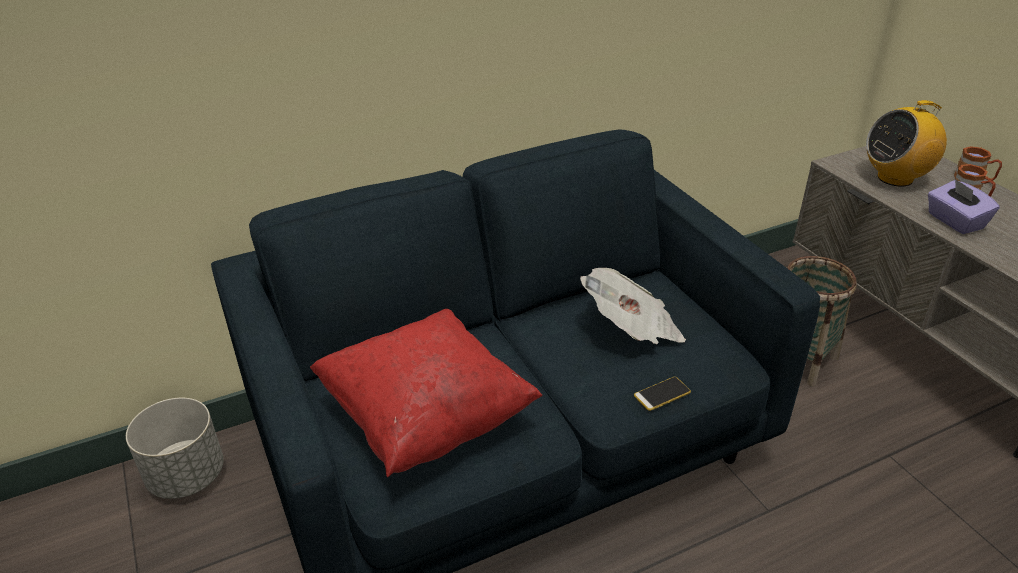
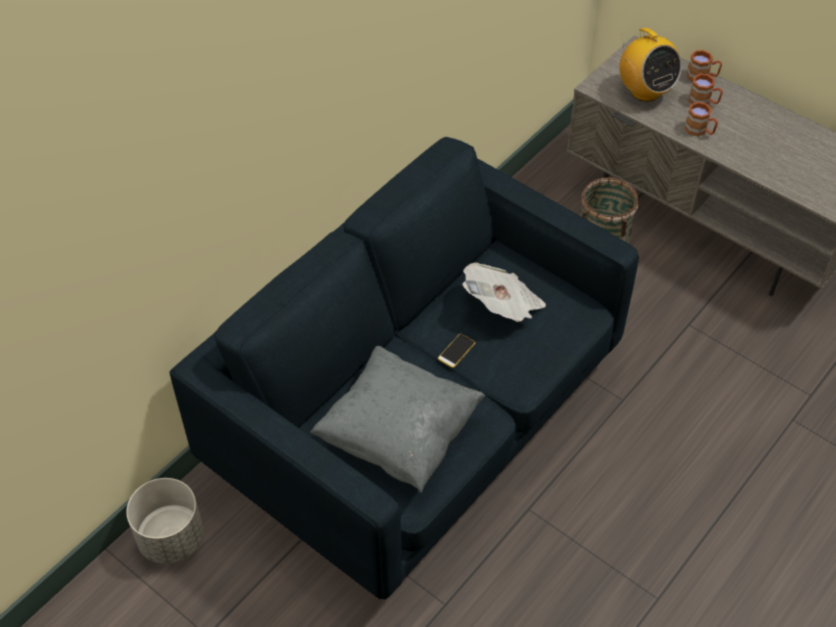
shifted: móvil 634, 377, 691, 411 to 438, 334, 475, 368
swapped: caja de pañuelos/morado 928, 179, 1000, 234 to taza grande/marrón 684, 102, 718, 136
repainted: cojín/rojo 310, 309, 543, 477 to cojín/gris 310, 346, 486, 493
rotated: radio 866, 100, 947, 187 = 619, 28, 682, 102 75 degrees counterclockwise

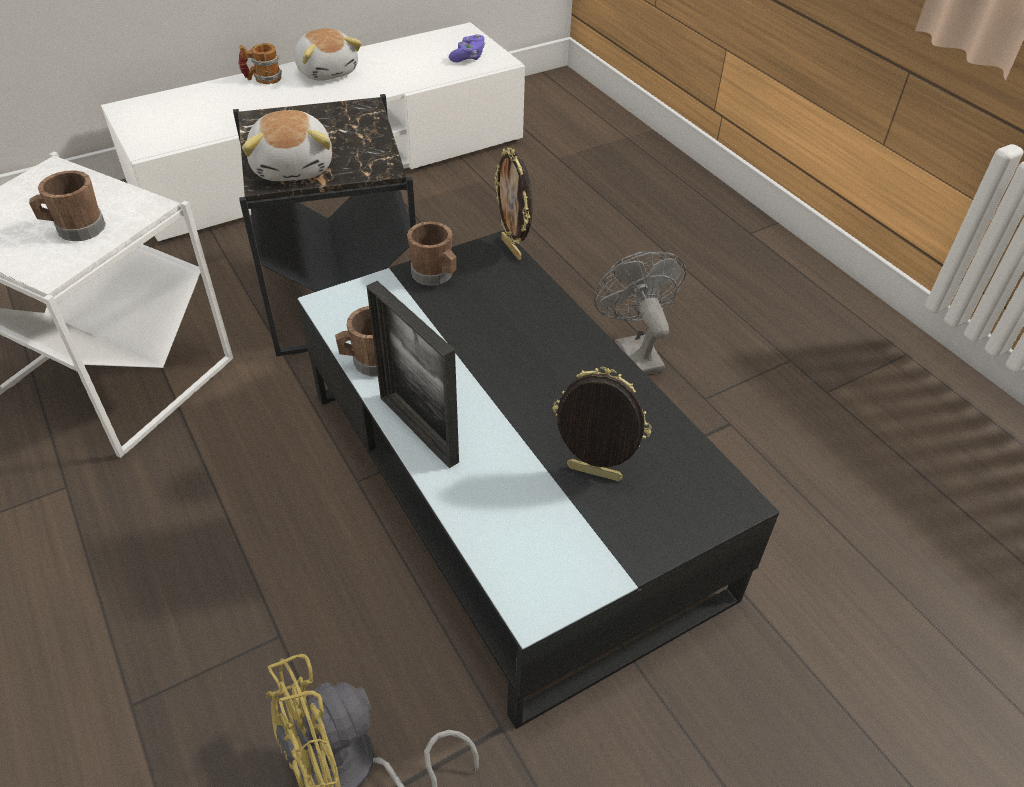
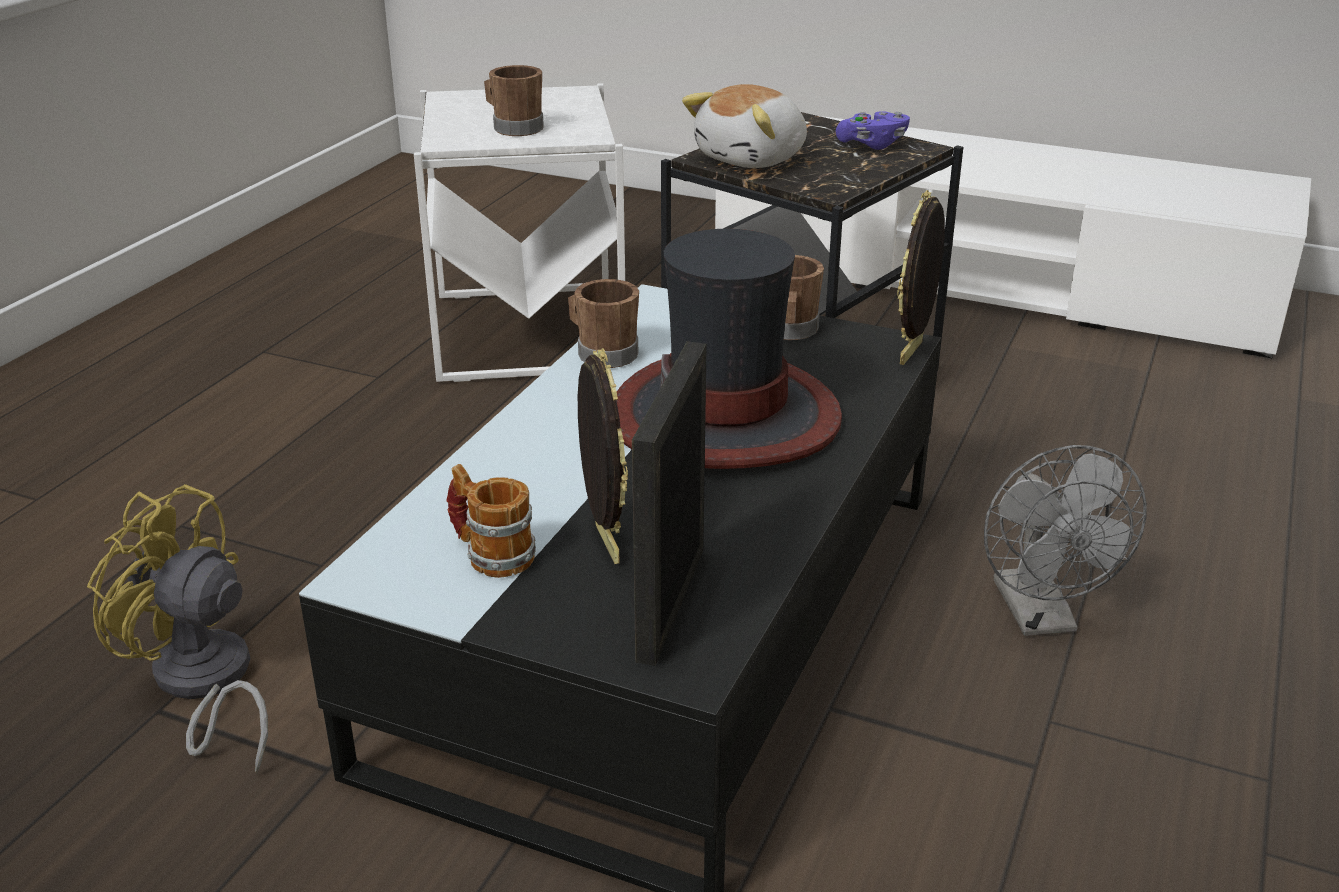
gone: peluche 295, 28, 362, 81
new: sombrero 616, 229, 842, 469
shifted: taza grande 239, 43, 282, 84 to 446, 464, 536, 578; portarretratos 367, 281, 459, 468 to 632, 341, 707, 666; mando de consola/morado 449, 34, 485, 62 to 836, 111, 910, 150
rotated: ventilador/gris 594, 252, 686, 375 = 984, 445, 1147, 636 135 degrees clockwise

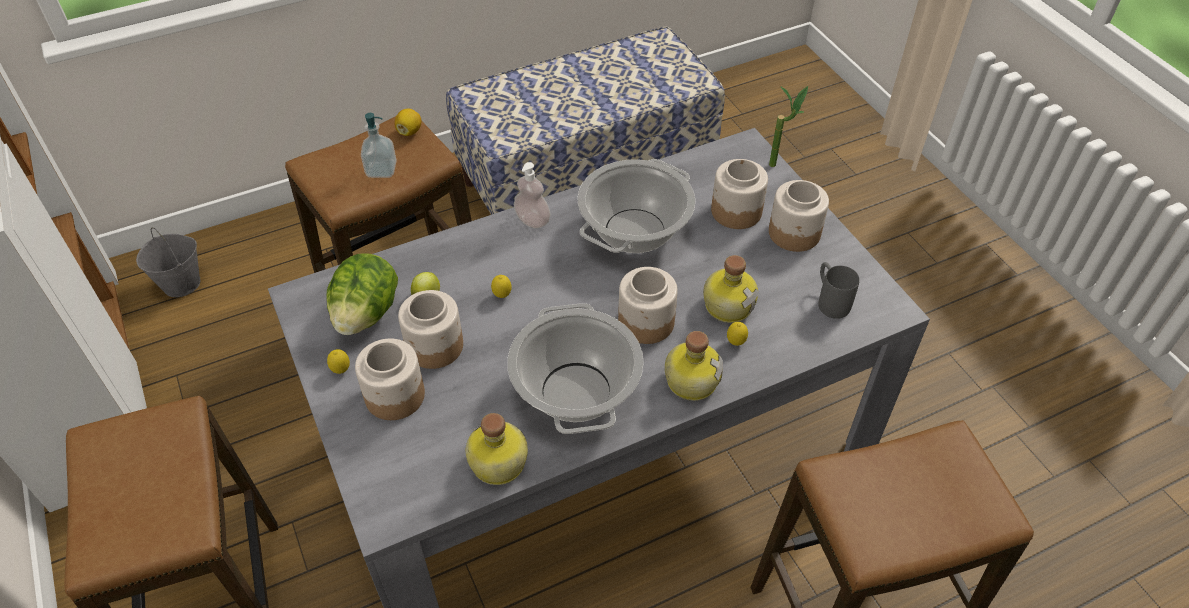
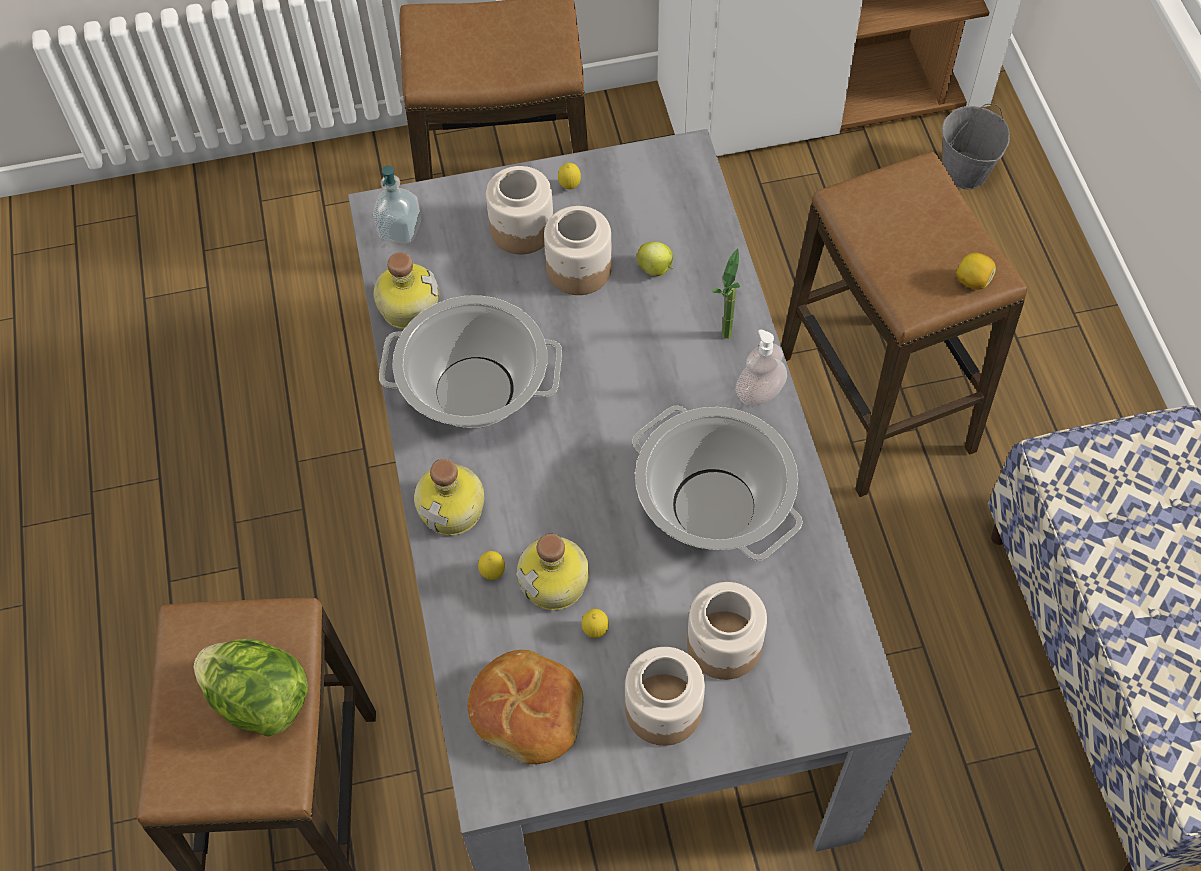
gone: tarro 618, 267, 678, 344
shifted: lechuga 326, 253, 398, 335 to 194, 639, 308, 737; dispensador de jabón 361, 113, 397, 178 to 373, 166, 421, 244; limón 491, 275, 512, 298 to 582, 609, 609, 638; planta en maceta 769, 86, 808, 167 to 712, 248, 740, 339
swapped: taza grande/gris 818, 262, 860, 319 to pan 468, 650, 584, 764

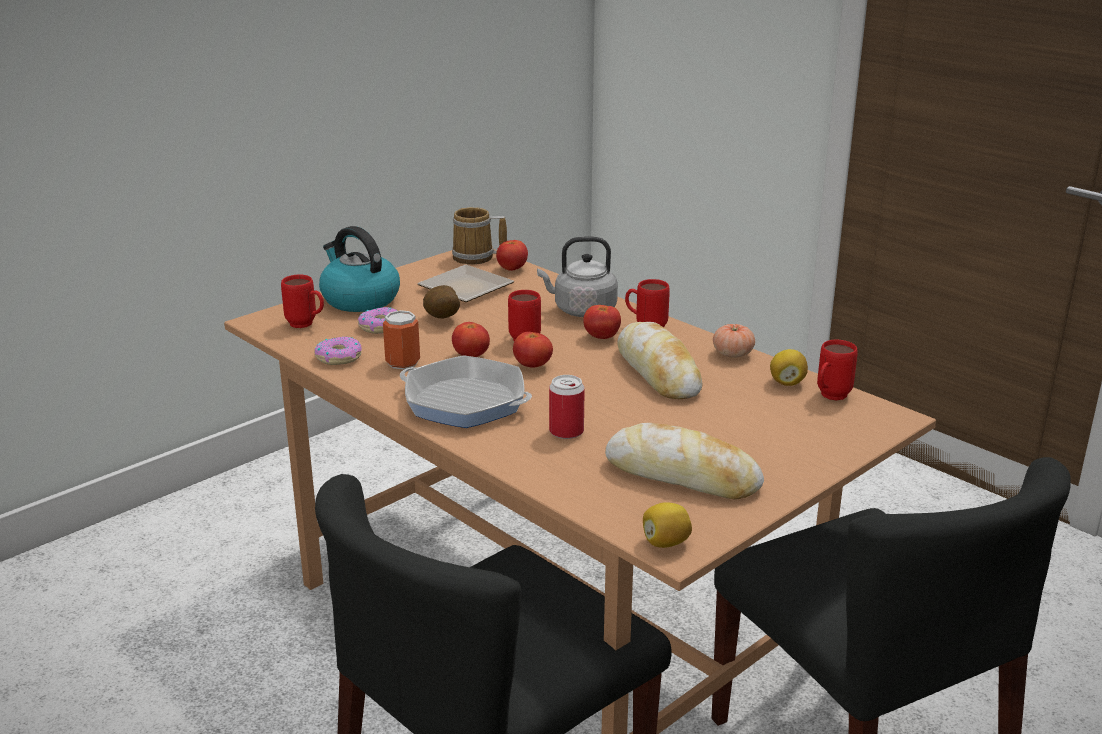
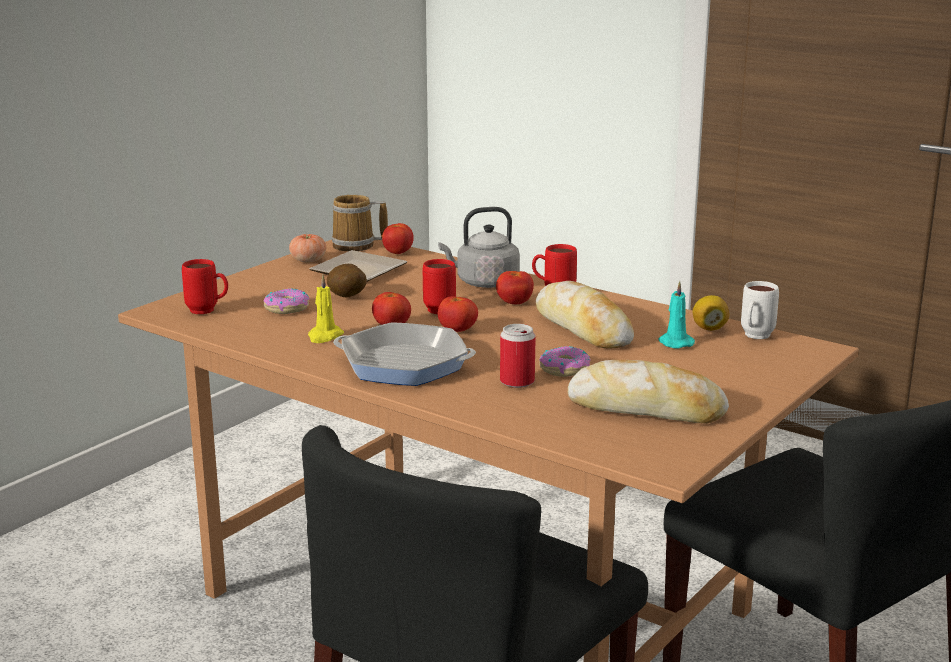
gone: hervidor 319, 226, 400, 312; limón 643, 502, 692, 548
new: vela/turquesa 658, 281, 695, 349
shifted: tomate 713, 324, 755, 358 to 289, 234, 326, 263; rosquilla 314, 337, 362, 365 to 539, 346, 591, 377
swapped: lata 383, 310, 420, 370 to vela/amarillo 308, 275, 344, 343
repainted: taza grande/rojo 817, 340, 858, 400 to taza grande/blanco 741, 281, 779, 339

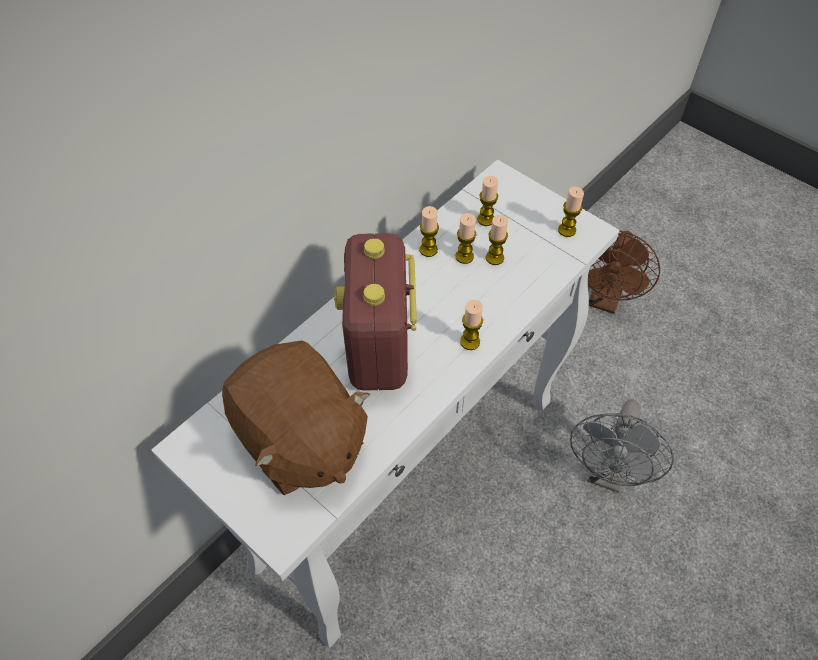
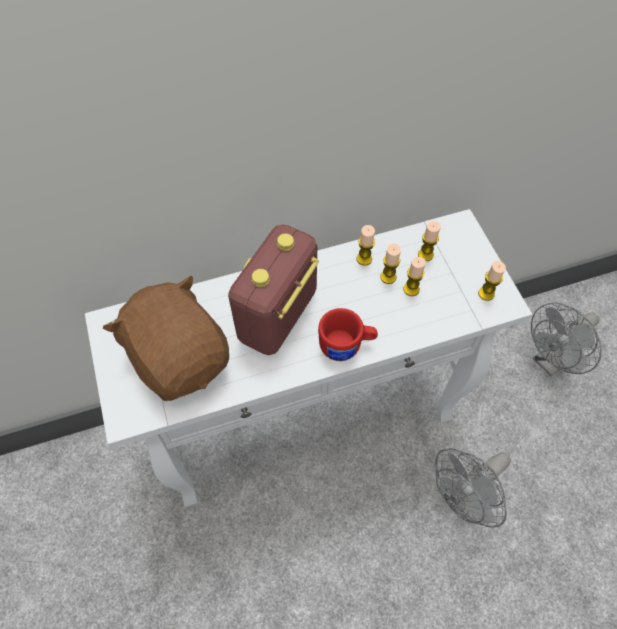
swapped: vela 460, 300, 483, 350 to taza grande/rojo 318, 308, 378, 361
repainted: ventilador/marrón 588, 230, 660, 314 to ventilador/gris 531, 302, 602, 376
rotated: peluche/marrón 222, 340, 370, 495 = 103, 276, 229, 401 150 degrees clockwise

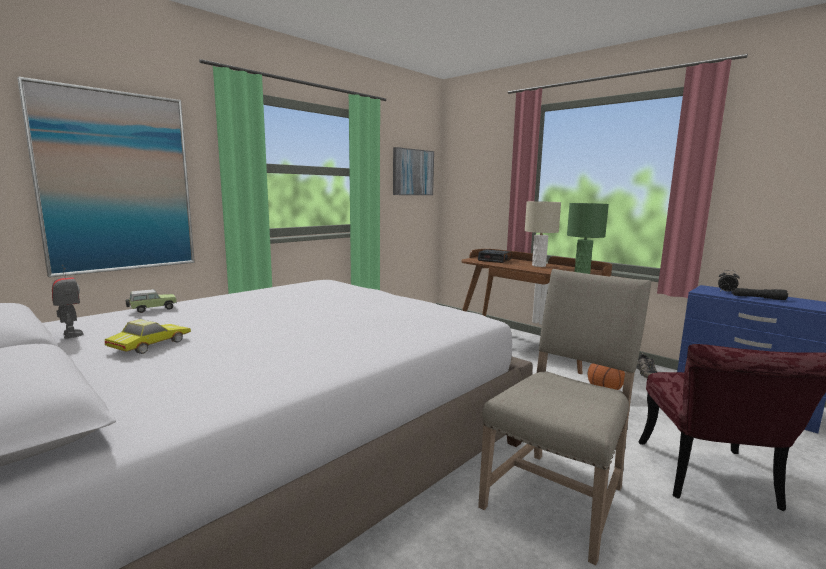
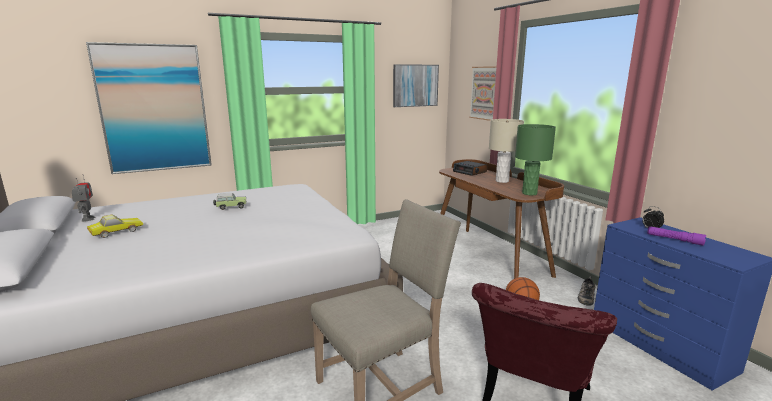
new: cuadro 469, 66, 497, 121
shifted: coche de juguete 126, 289, 177, 313 to 213, 193, 247, 210
repainted: linterna/negro 731, 288, 788, 300 to linterna/morado 647, 226, 706, 246

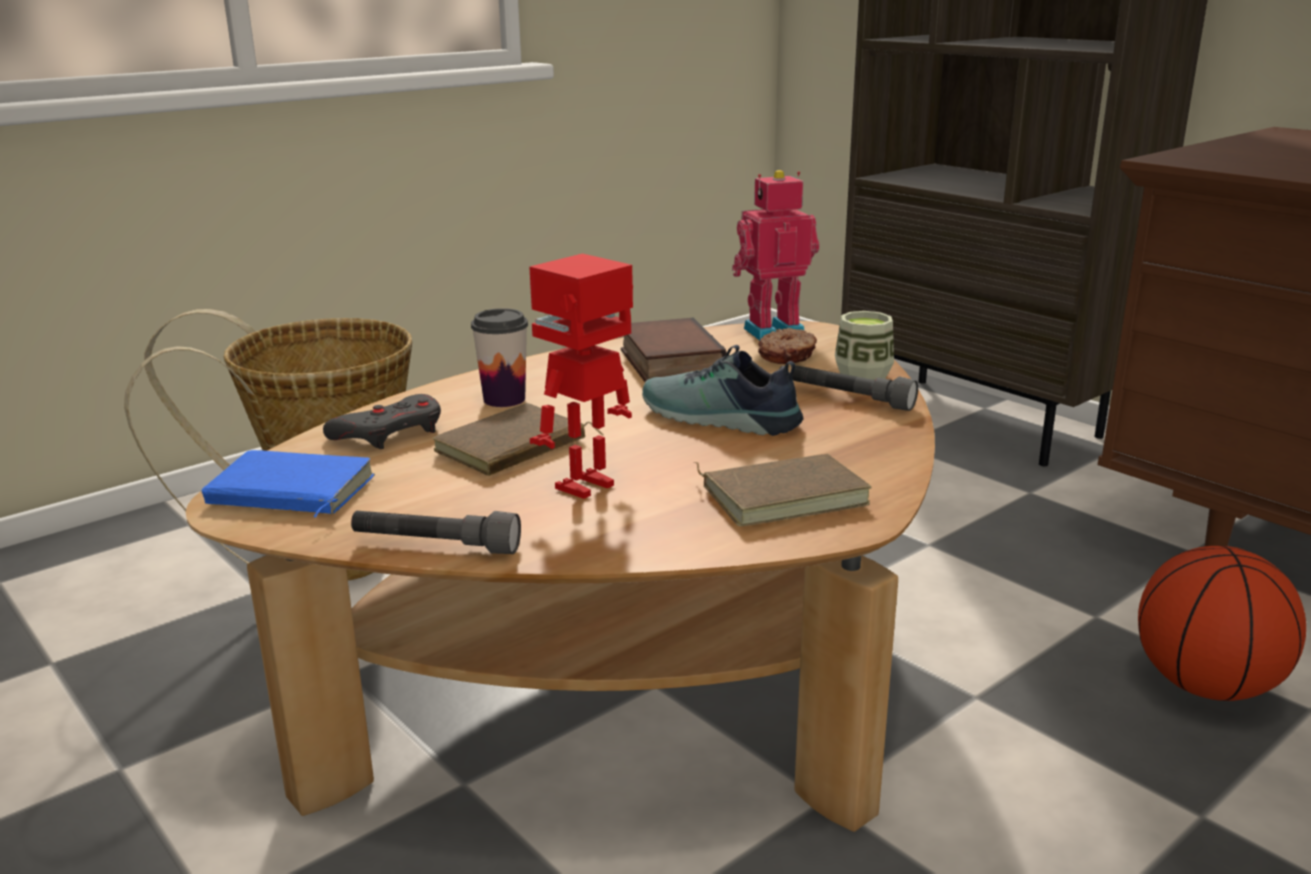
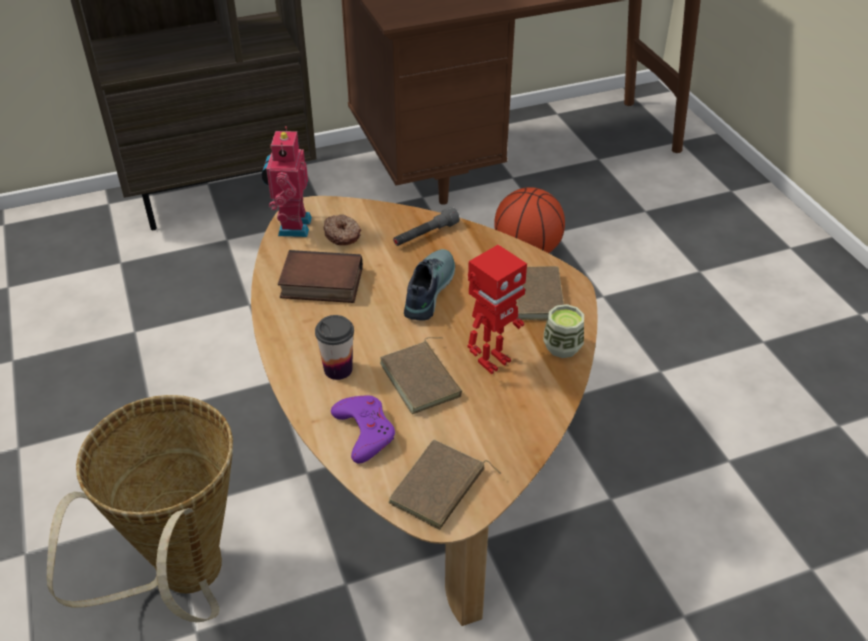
gone: linterna/gris 351, 511, 521, 554
shifted: taza 835, 311, 894, 380 to 543, 304, 584, 358
repainted: mando de consola/gris 323, 394, 441, 449 to mando de consola/morado 331, 396, 395, 463; libro/azul 202, 450, 375, 518 to libro/marrón 388, 440, 501, 530
rotated: zapato 642, 345, 803, 436 = 404, 249, 455, 320 150 degrees clockwise; robot de juguete 529, 254, 633, 499 = 468, 245, 527, 374 105 degrees counterclockwise

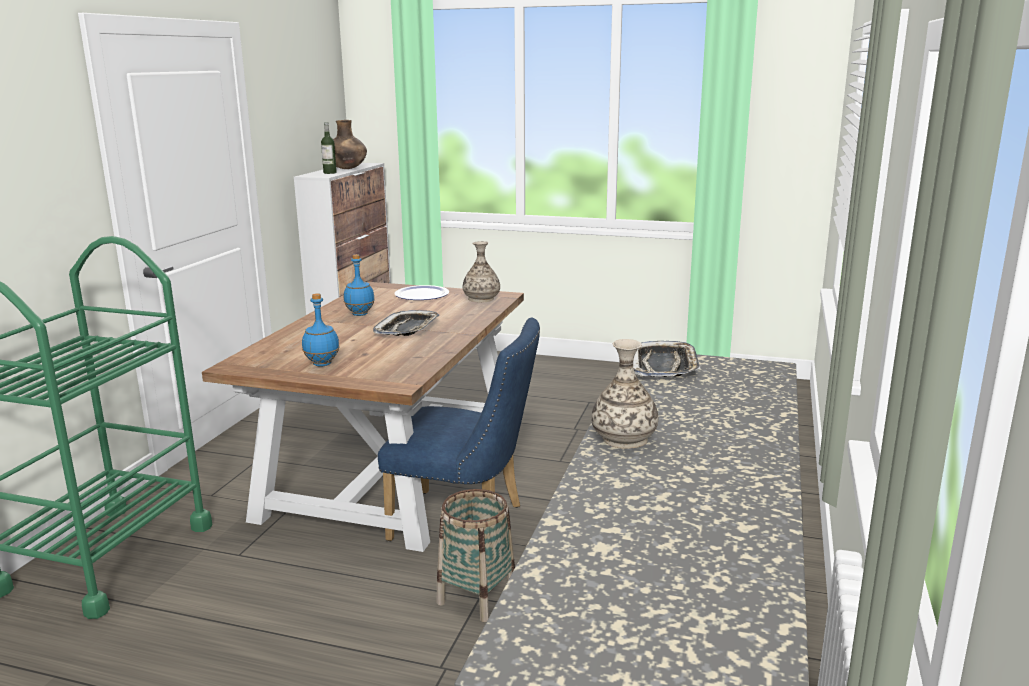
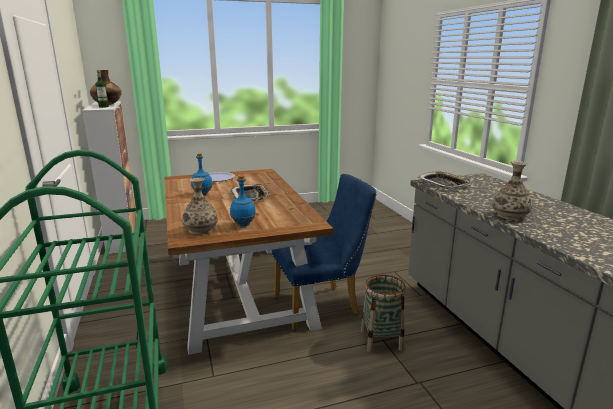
shifted: florero 463, 241, 500, 302 to 182, 178, 218, 234

